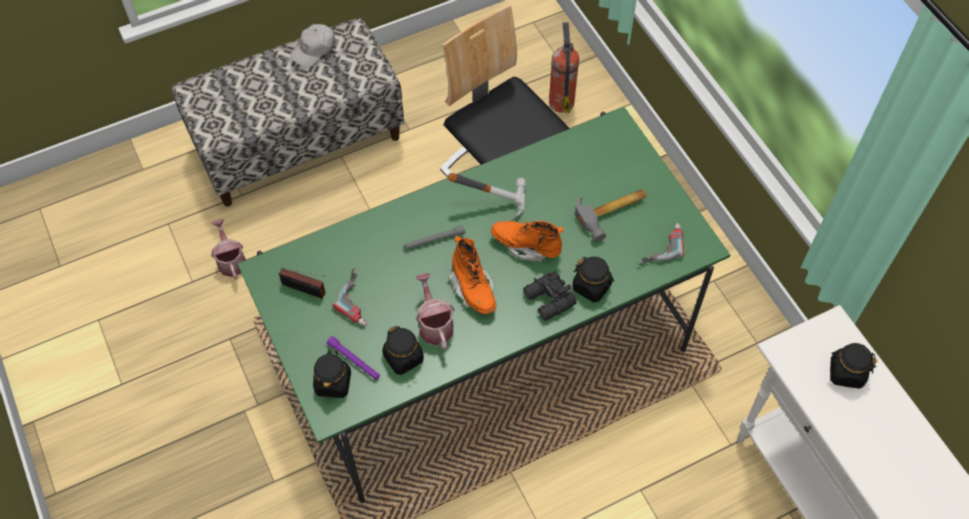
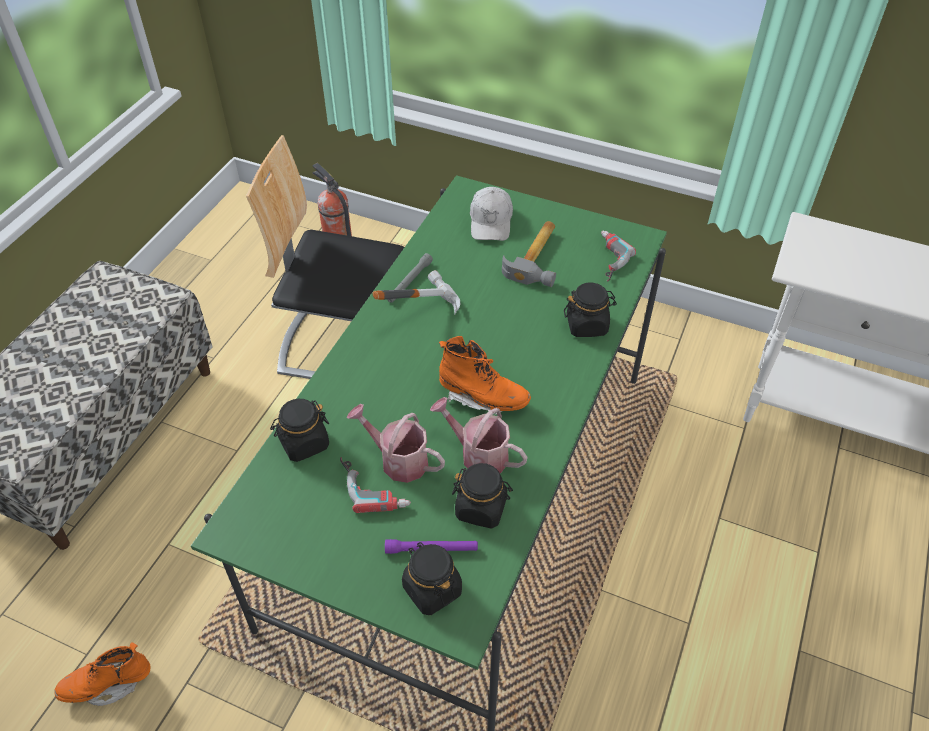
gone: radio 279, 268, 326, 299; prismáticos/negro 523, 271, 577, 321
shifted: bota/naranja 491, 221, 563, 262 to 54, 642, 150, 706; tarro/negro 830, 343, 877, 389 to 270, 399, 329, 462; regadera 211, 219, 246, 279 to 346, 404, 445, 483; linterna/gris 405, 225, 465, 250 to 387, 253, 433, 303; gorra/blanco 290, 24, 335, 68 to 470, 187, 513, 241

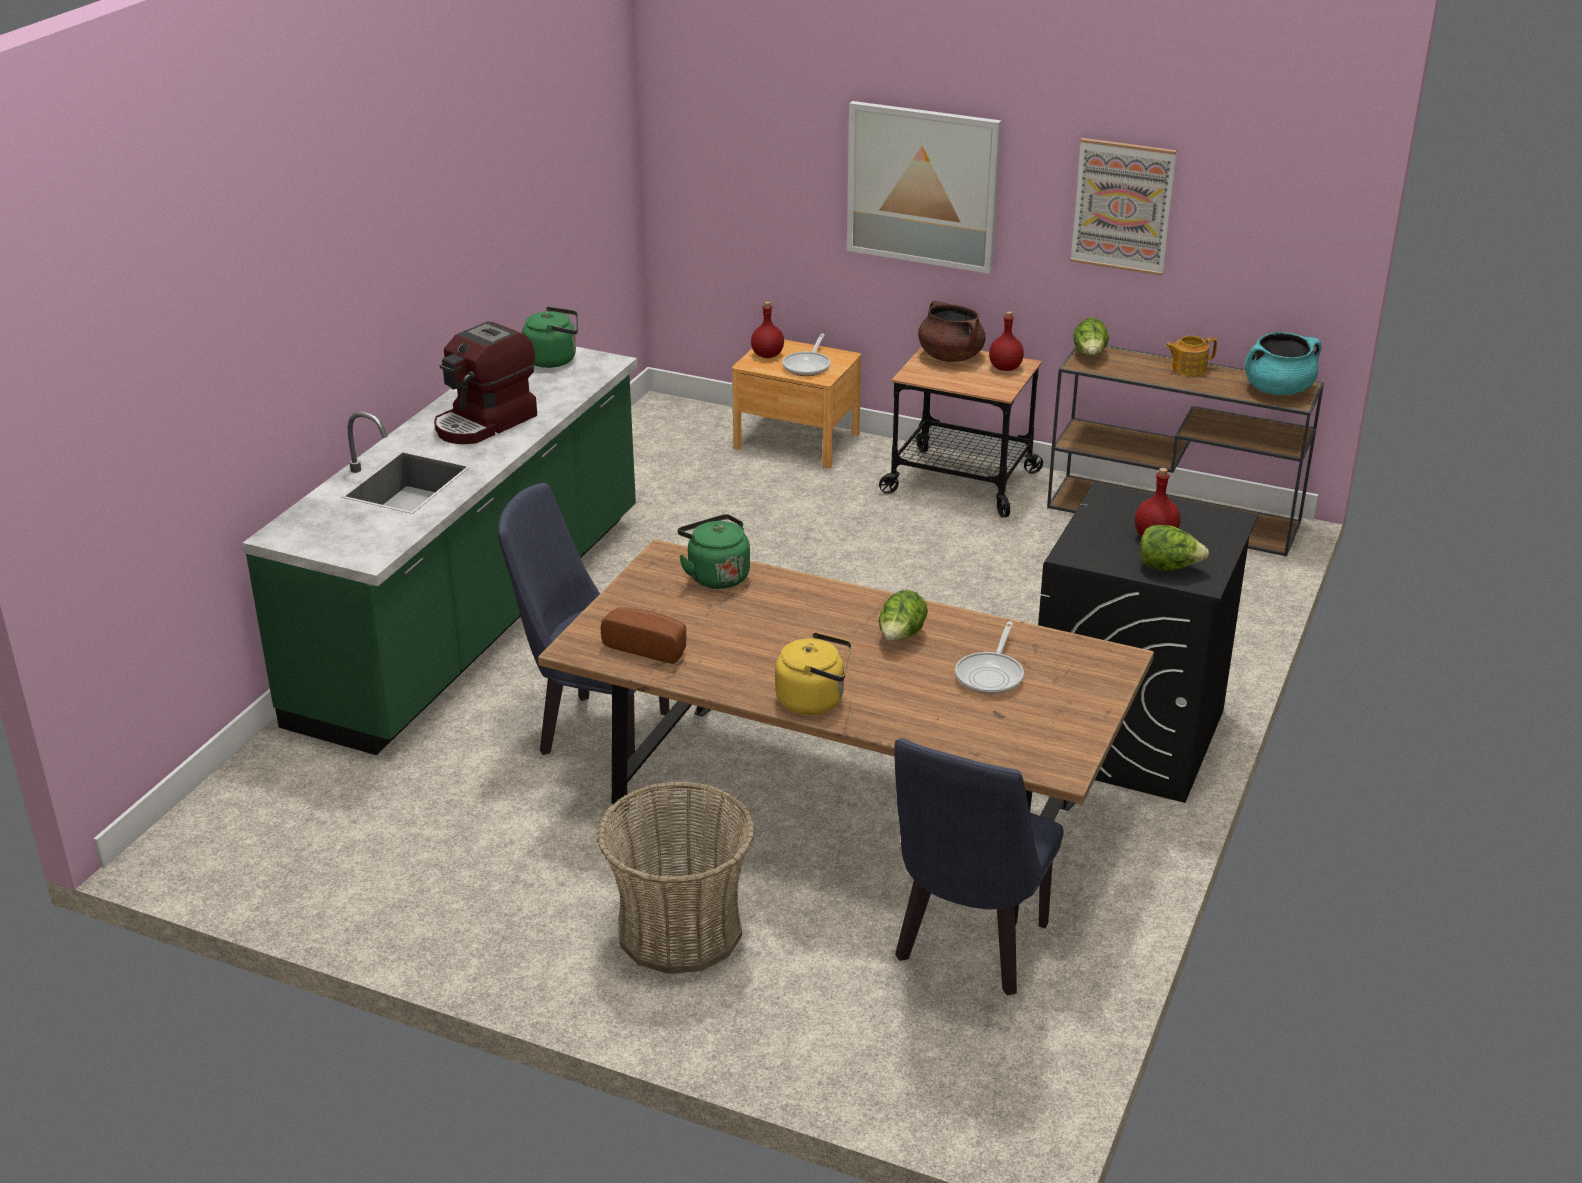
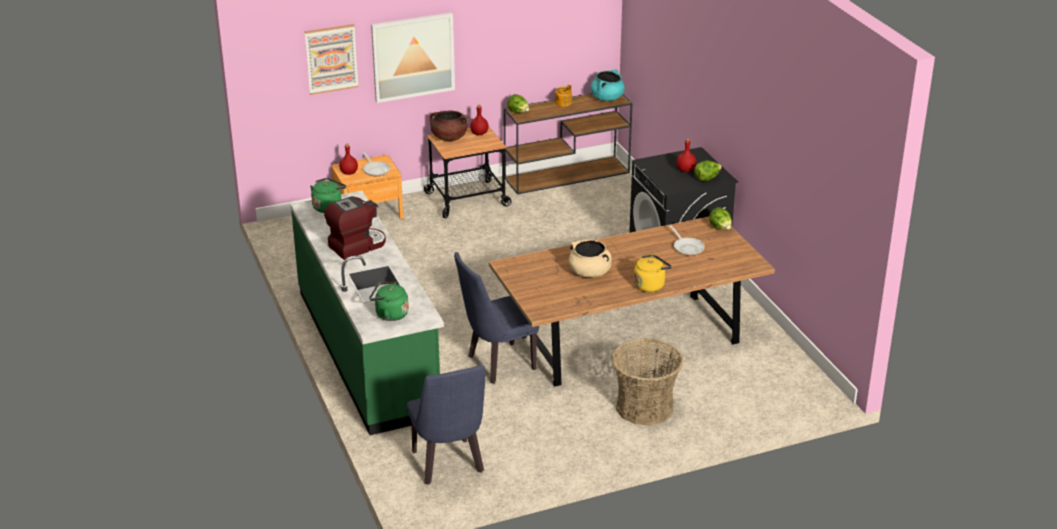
gone: pan 601, 607, 687, 664
new: olla/beis 569, 240, 612, 277
shifted: cuadro 1070, 138, 1177, 276 to 305, 24, 359, 95; hervidor/verde 678, 514, 750, 589 to 369, 281, 409, 321; silla/azul 894, 738, 1064, 995 to 407, 365, 485, 485; lechuga 879, 590, 928, 641 to 709, 207, 732, 230
rotated: cafetera 434, 321, 537, 444 = 324, 196, 386, 260 120 degrees counterclockwise

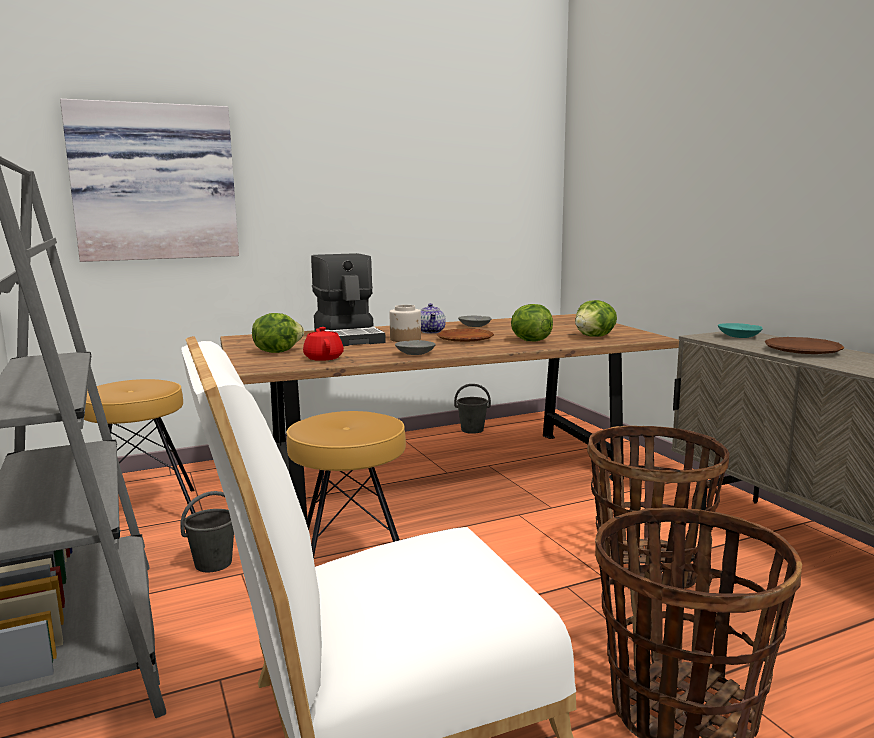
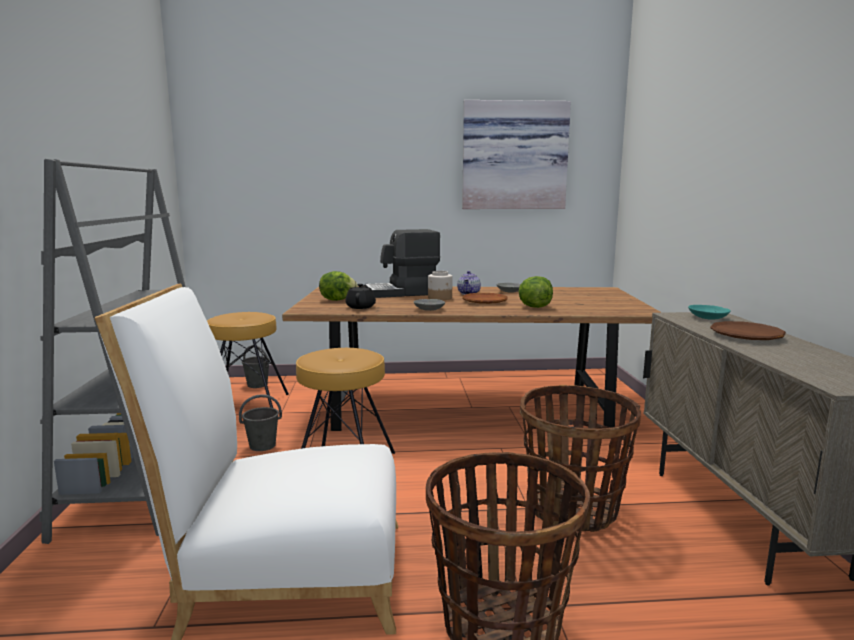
gone: lechuga 575, 300, 617, 337
shifted: cubo/gris 454, 384, 491, 434 to 242, 345, 270, 388; cuadro 60, 99, 239, 262 to 462, 100, 571, 209
repainted: tetera/rojo 303, 327, 344, 361 to tetera/negro 345, 284, 376, 309
rotated: cafetera 311, 253, 386, 346 = 365, 229, 440, 298 75 degrees clockwise

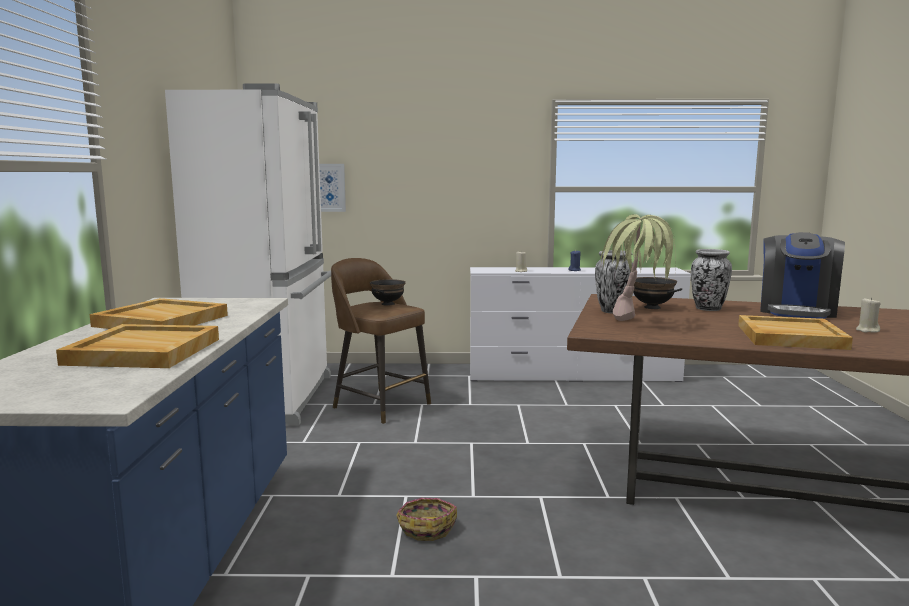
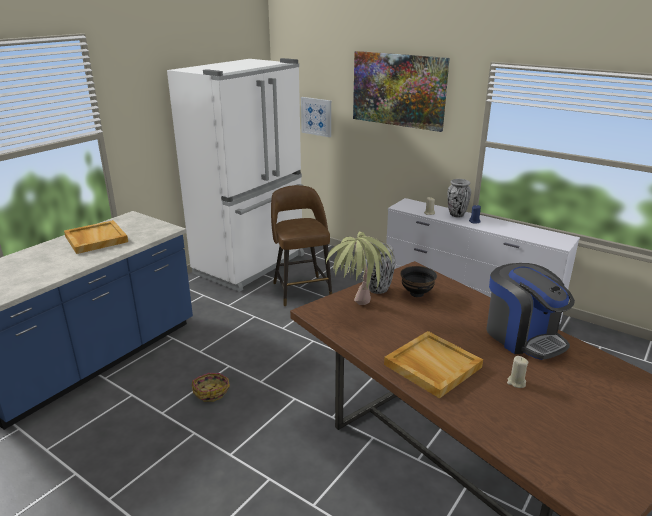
gone: bandeja/beis 56, 324, 219, 368; cuenco/negro 370, 279, 406, 305
new: cuadro 353, 51, 450, 132
shifted: florero 691, 249, 732, 311 to 447, 179, 471, 218
rotated: cafetera 760, 232, 845, 319 = 486, 263, 575, 360 90 degrees counterclockwise

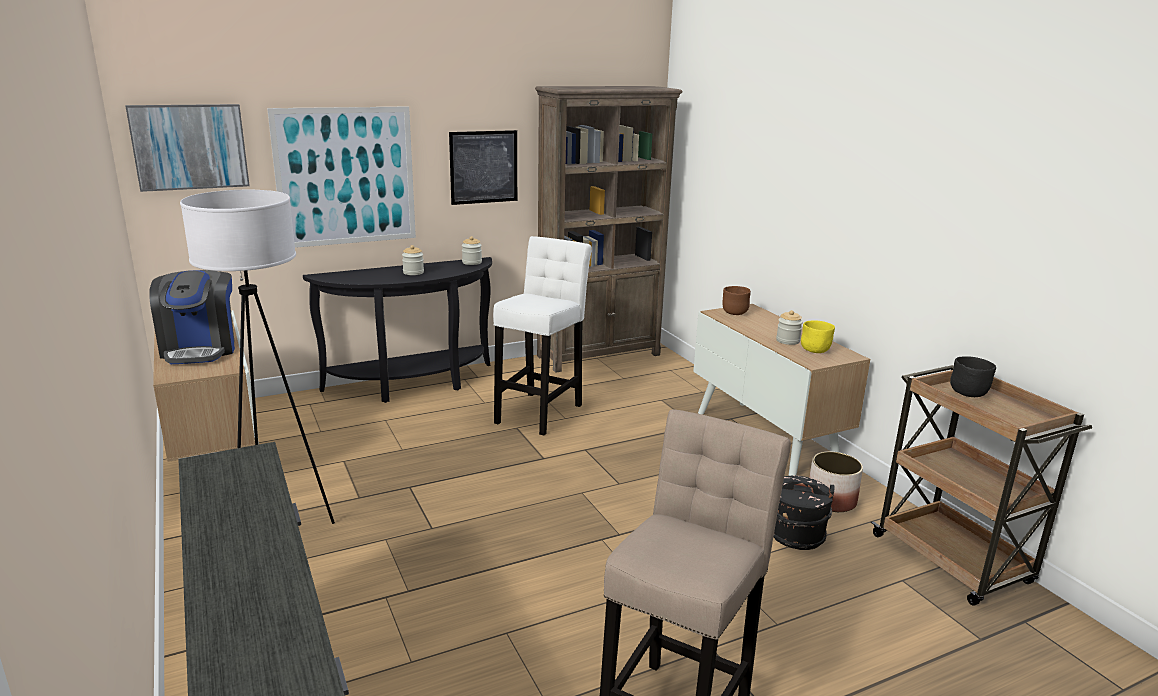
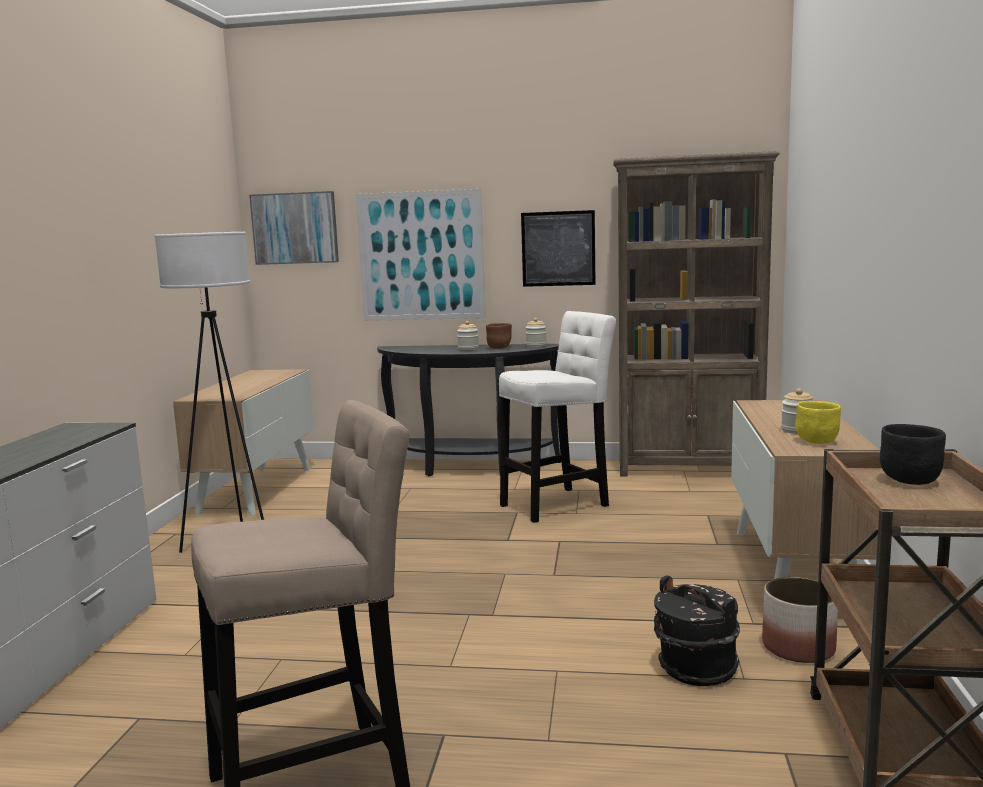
gone: cafetera 149, 270, 235, 364
shifted: cuenco/marrón 723, 286, 751, 315 to 486, 323, 512, 349

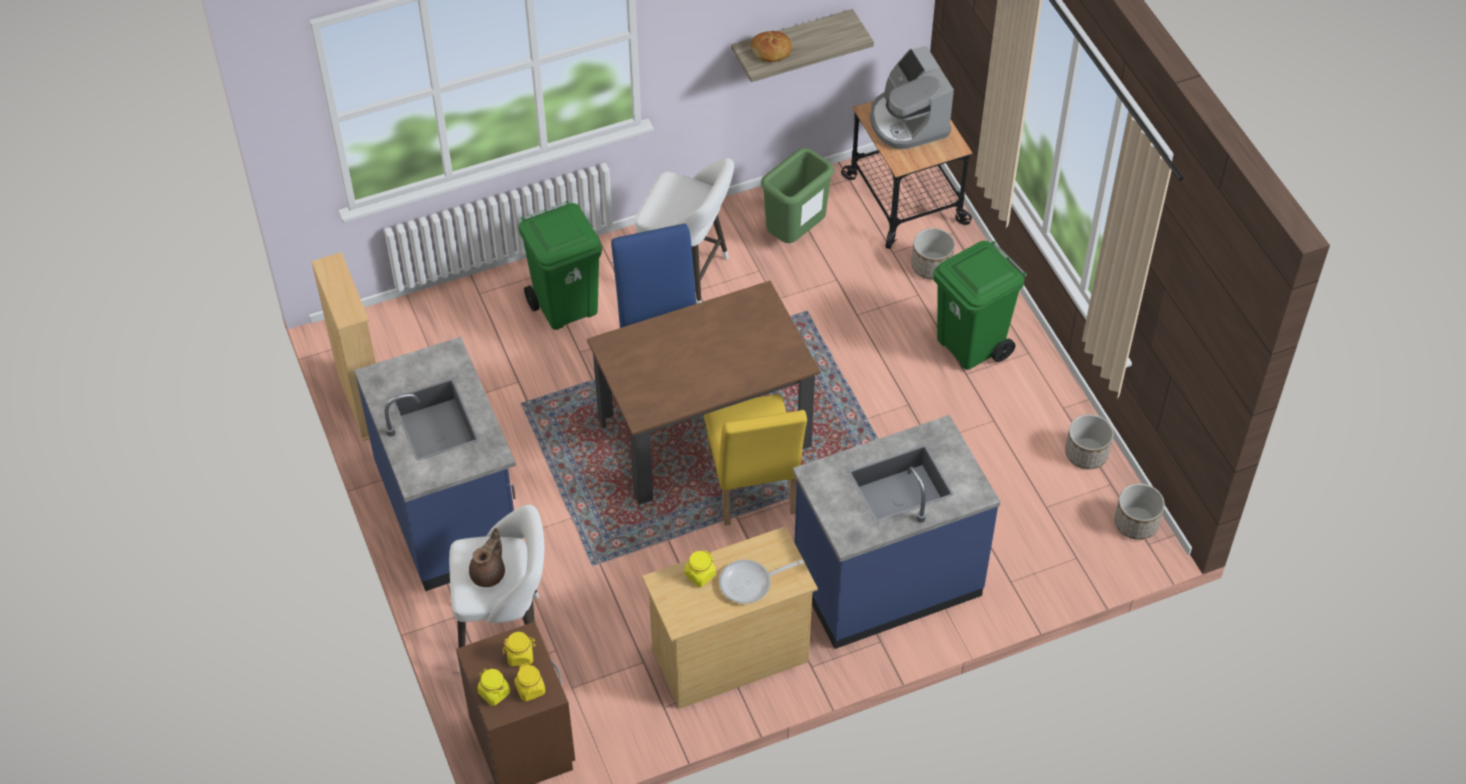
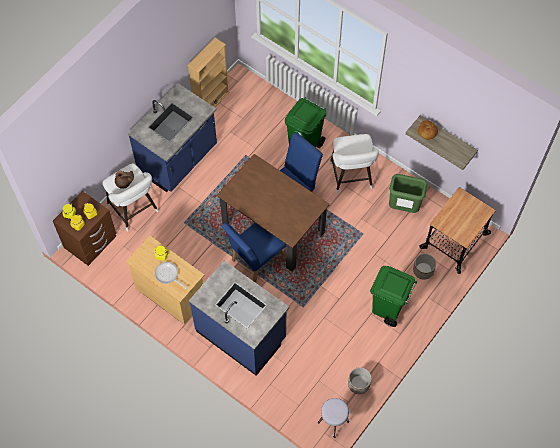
gone: cafetera 870, 46, 954, 149
swapped: maceta 1114, 483, 1165, 540 to taburete/gris 318, 398, 349, 438
repainted: silla/amarillo 704, 394, 807, 526 to silla/azul 221, 222, 286, 283

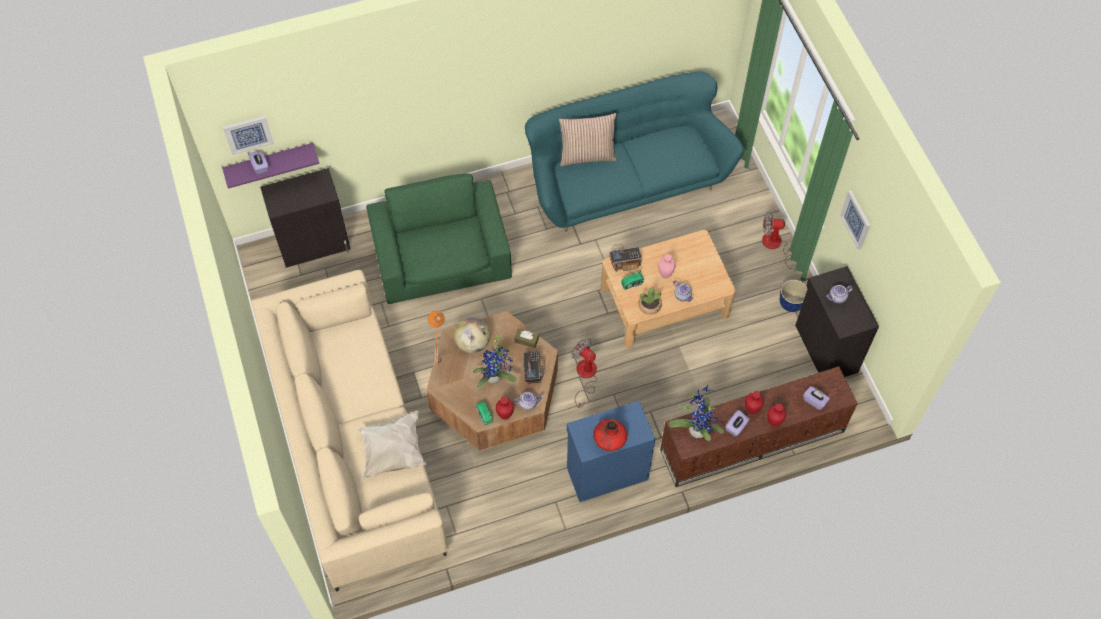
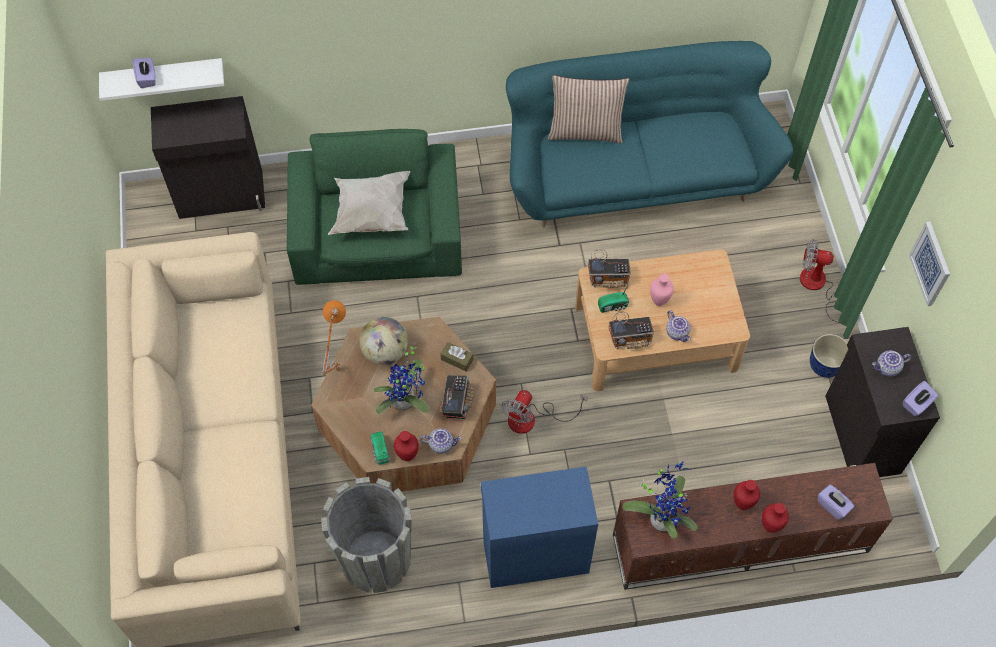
gone: cuadro 223, 116, 274, 155; florero/rojo 593, 419, 627, 451
new: maceta/gris 321, 477, 412, 593
shifted: cojín/blanco 357, 411, 427, 480 to 328, 171, 410, 235; caja de pañuelos/morado 725, 410, 750, 437 to 903, 381, 938, 417
swapped: planta en maceta 638, 288, 662, 315 to radio 609, 312, 654, 349
repainted: estante/morado 222, 143, 319, 189 to estante/blanco 99, 58, 224, 101
rotated: ventilador 572, 338, 598, 408 = 501, 390, 588, 434 120 degrees counterclockwise

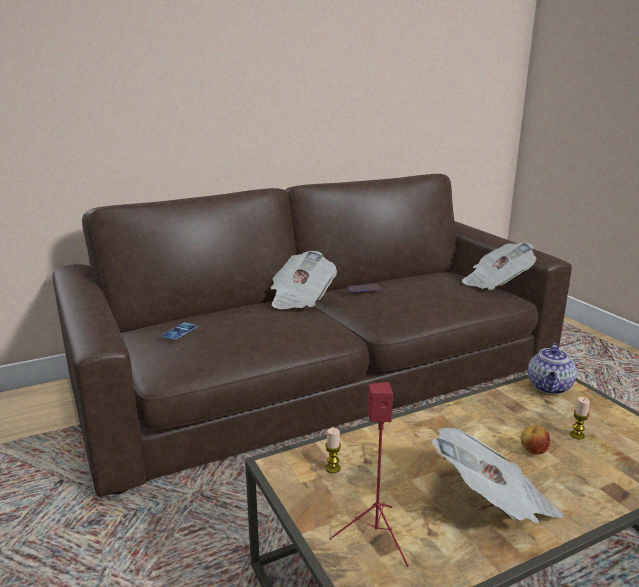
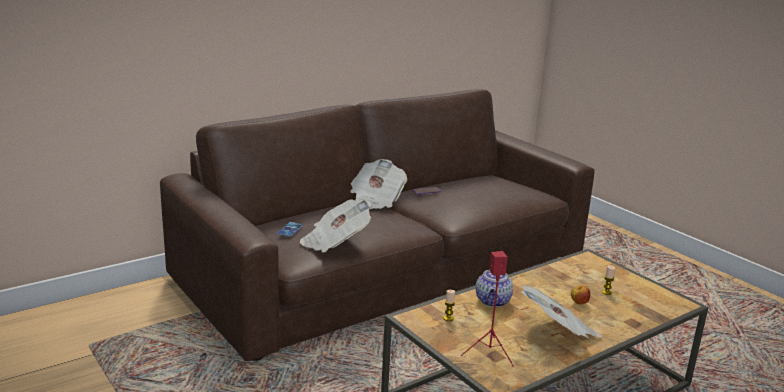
shifted: periódico 462, 243, 536, 290 to 300, 199, 372, 253; tetera 528, 343, 577, 394 to 476, 270, 513, 307

